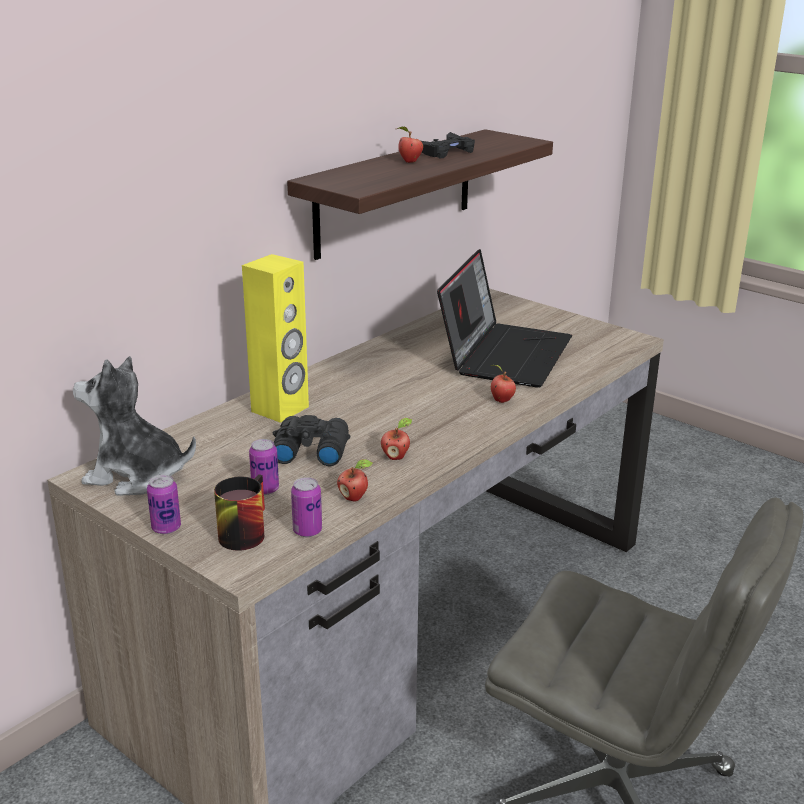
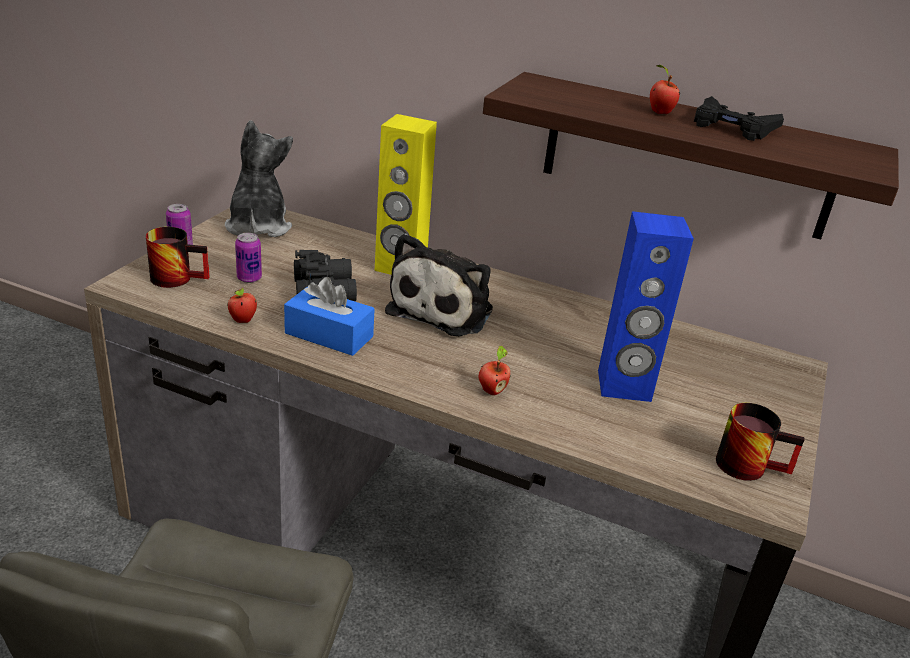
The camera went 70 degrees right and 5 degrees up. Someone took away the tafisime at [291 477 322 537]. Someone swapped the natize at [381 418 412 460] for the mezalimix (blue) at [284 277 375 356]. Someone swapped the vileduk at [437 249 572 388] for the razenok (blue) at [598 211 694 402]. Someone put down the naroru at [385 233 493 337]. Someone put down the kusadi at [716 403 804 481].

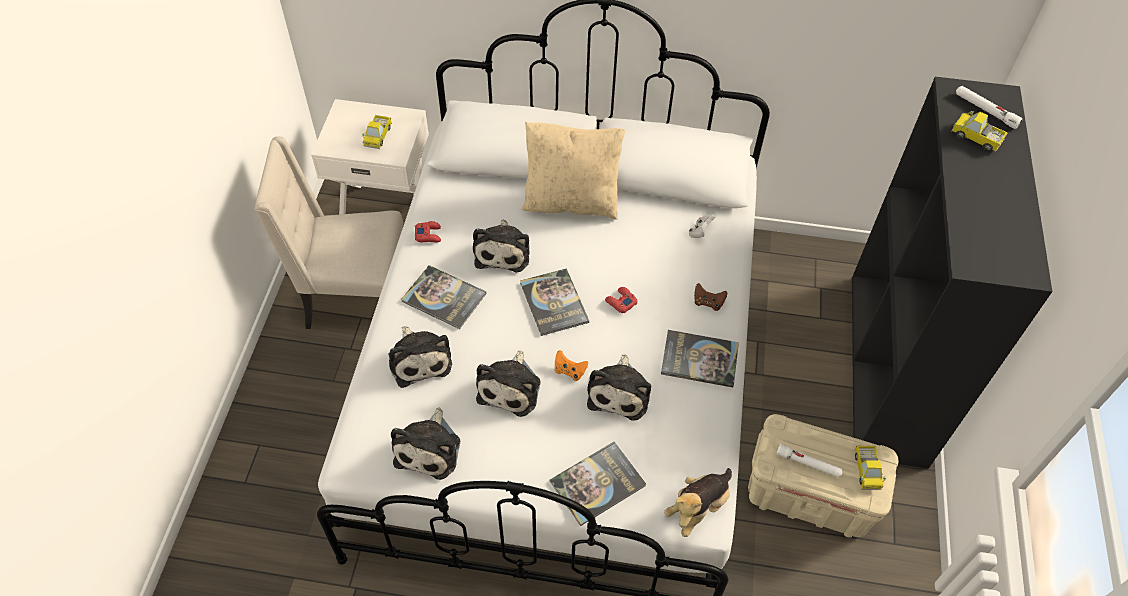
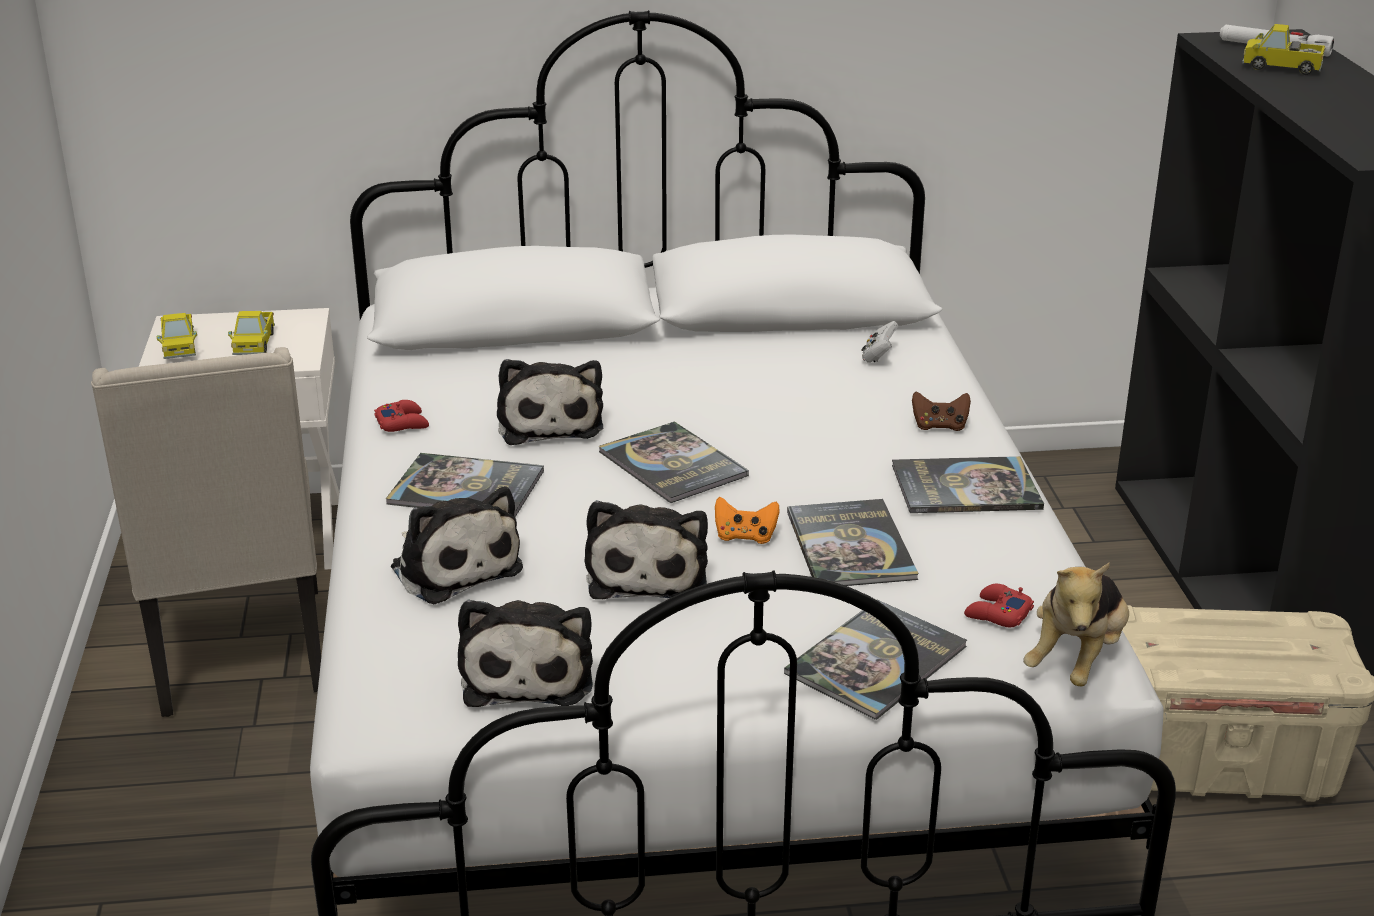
The camera went 15 degrees left and 25 degrees down. Someone rotated the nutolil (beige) at [255 136 403 329] by 90 degrees counterclockwise. Someone took away the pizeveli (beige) at [522 122 625 219]. Someone swapped the naroru at [587 354 651 421] for the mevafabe at [787 499 919 586]. Someone carried the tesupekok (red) from [605 287 637 313] to [964 584 1034 628]. Someone took away the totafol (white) at [776 444 843 477]. Someone carried the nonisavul from [854 446 886 490] to [157 313 197 359].

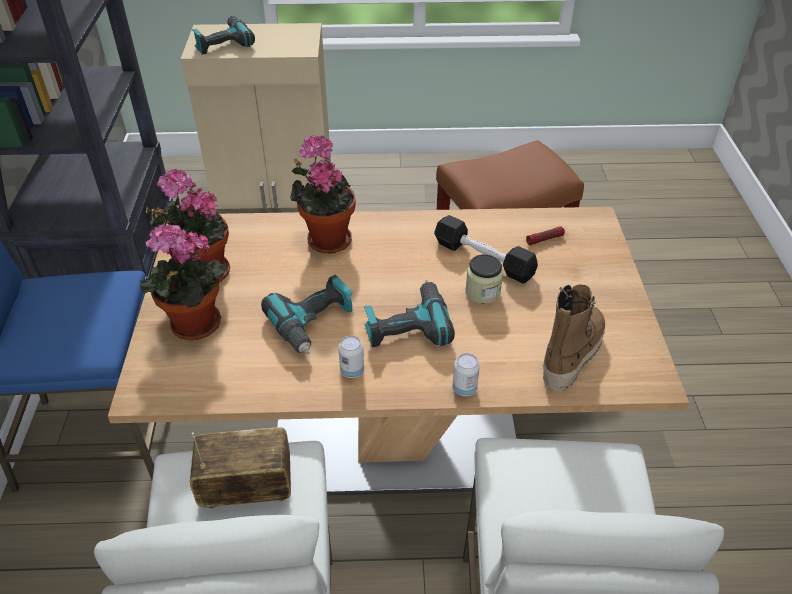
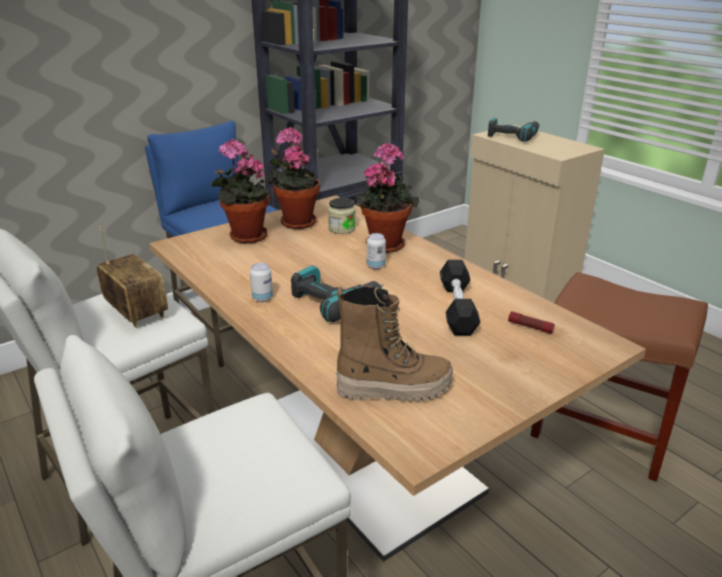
The camera went 55 degrees right and 15 degrees down. Someone took away the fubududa at [261 275 354 354]. Someone carried the tafisime from [453 353 480 396] to [367 233 386 269]. Someone carried the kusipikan from [465 254 503 304] to [328 198 356 234].

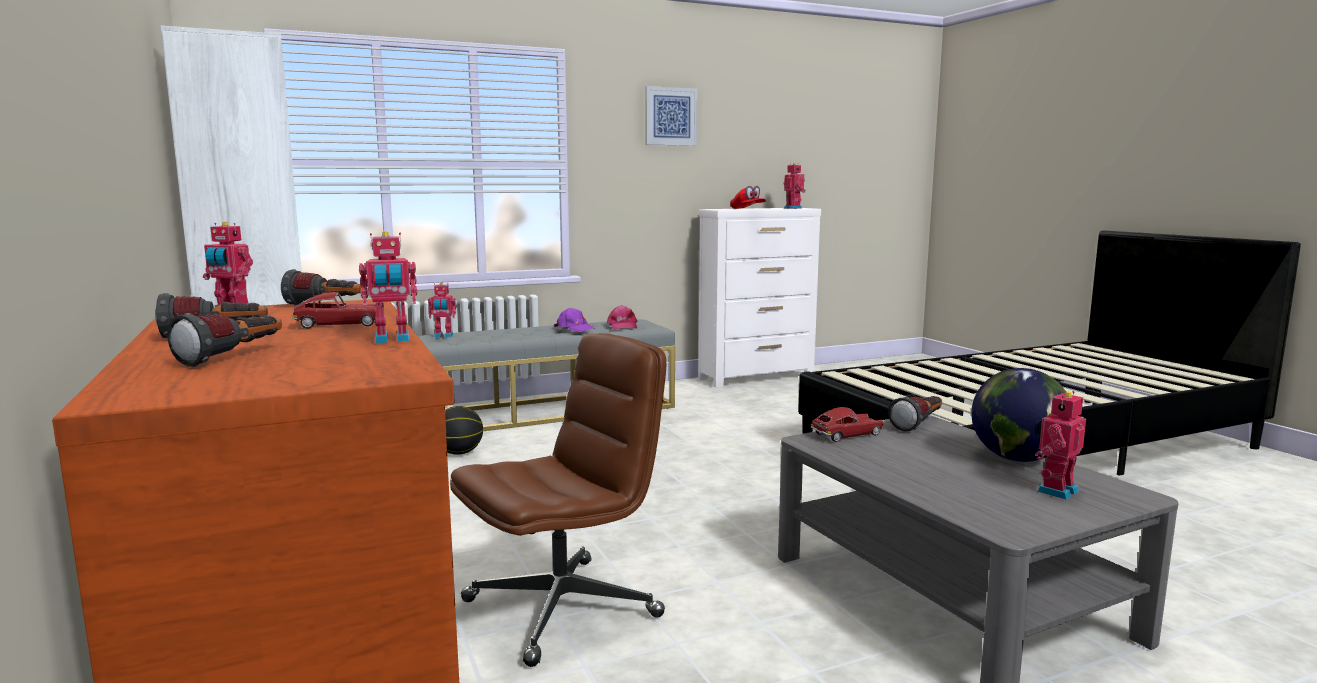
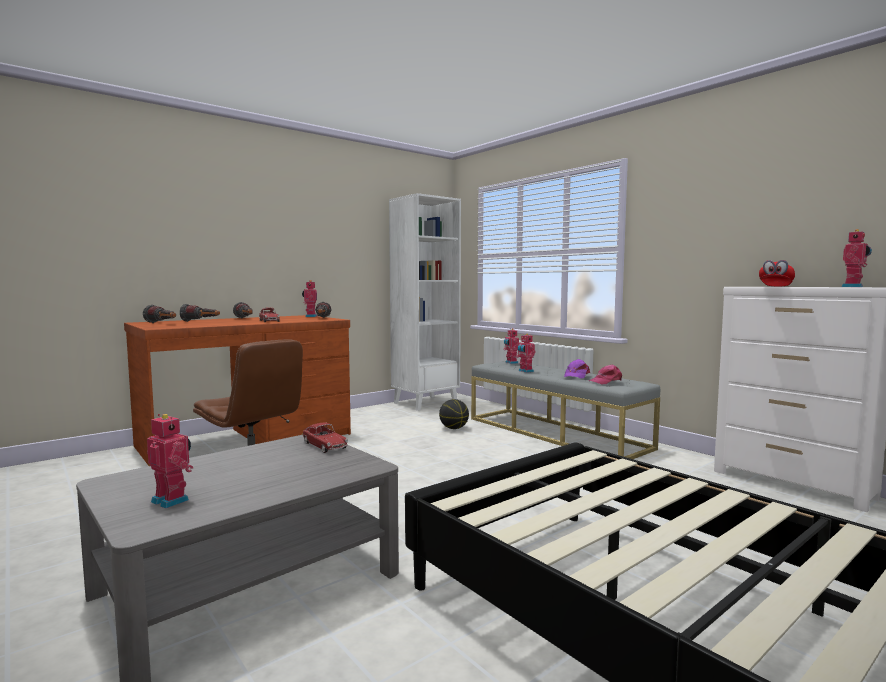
The camera went 75 degrees right and 5 degrees down. Someone carried the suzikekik from [359 231 417 343] to [516 334 536 373]. Someone took away the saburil at [645 86 698 146]. Someone carried the totafol from [888 396 942 432] to [143 305 176 323]. Someone took away the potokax at [971 368 1066 462].

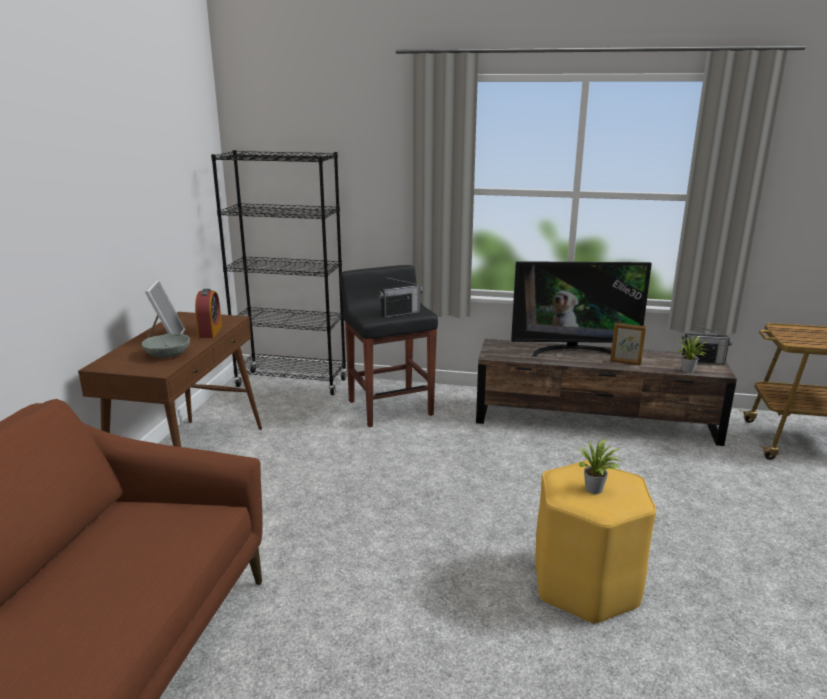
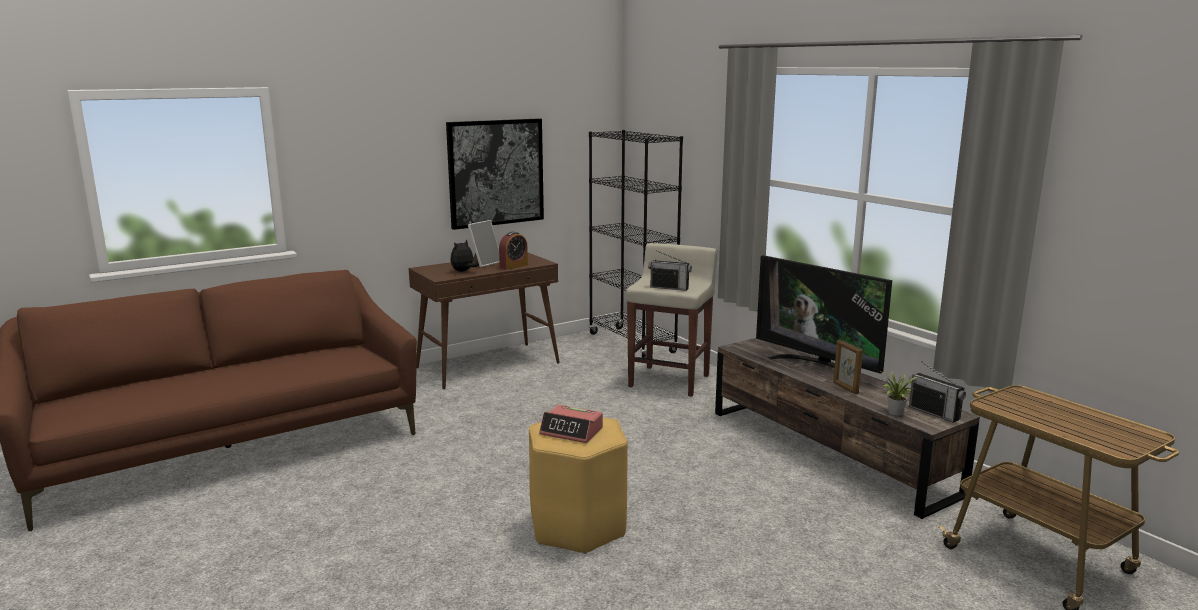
The camera went 45 degrees right and 5 degrees down. Someone swapped the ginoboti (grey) at [142 333 190 358] for the naroru at [450 239 479 272]. Someone repainted the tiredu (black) at [340 265 438 427], which became the tiredu (beige) at [626 243 718 397]. Someone swapped the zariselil at [576 439 623 494] for the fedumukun at [539 405 603 443]. Someone put up the saburil at [446 118 544 230].

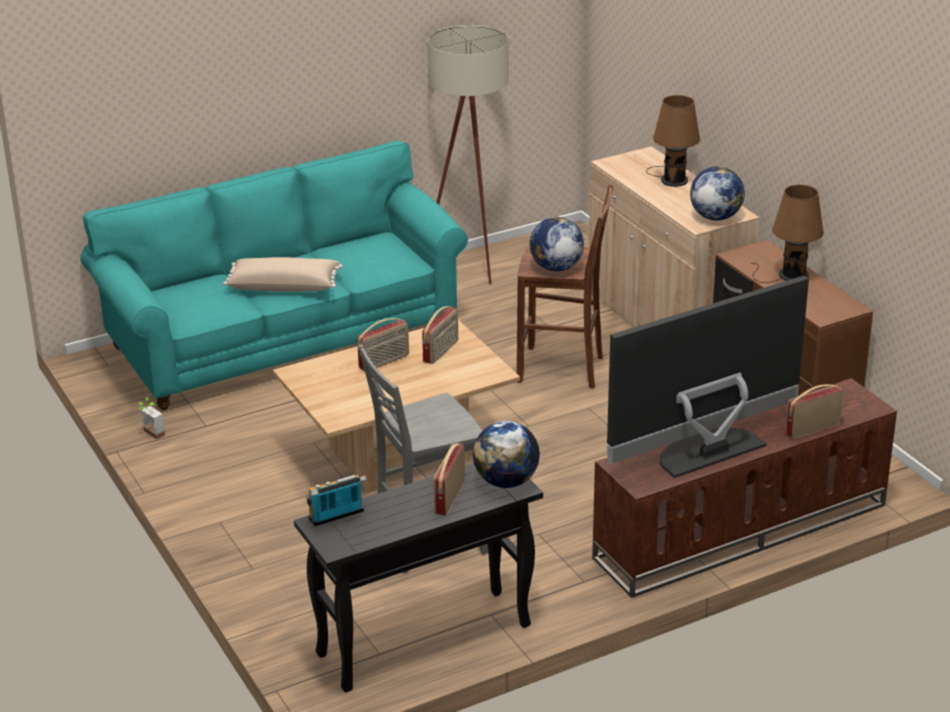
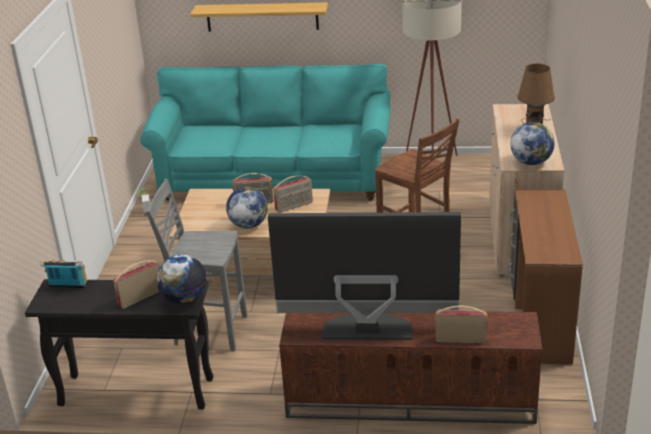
The camera went 35 degrees right and 0 degrees up. Someone took away the pizeveli (beige) at [223 257 342 292]. Someone carried the potokax from [530 217 584 271] to [226 187 268 229]. Someone took away the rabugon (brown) at [751 185 824 283]. Someone put up the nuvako at [190 2 328 32].

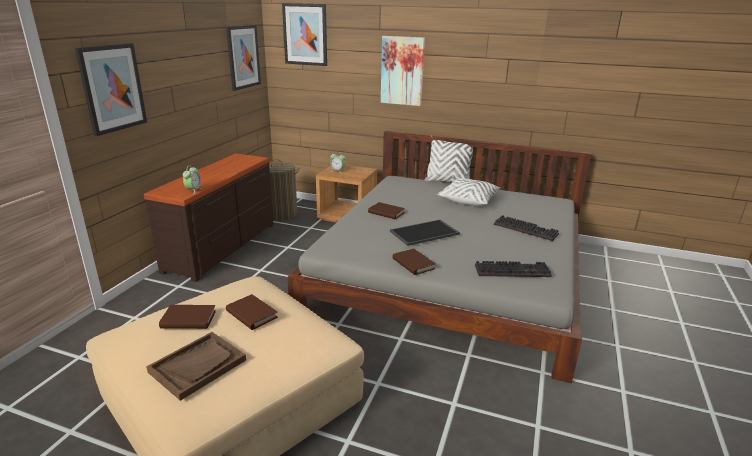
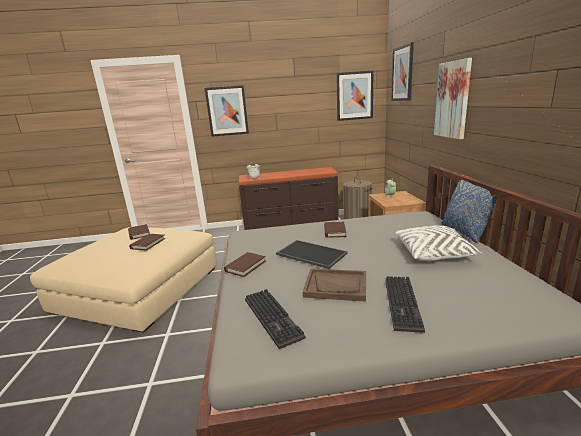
The camera went 65 degrees right and 5 degrees down. Someone carried the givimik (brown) from [146 332 246 401] to [303 269 366 302]. Someone repainted the pizeveli (white) at [424 136 473 182], which became the pizeveli (blue) at [441 175 497 243].

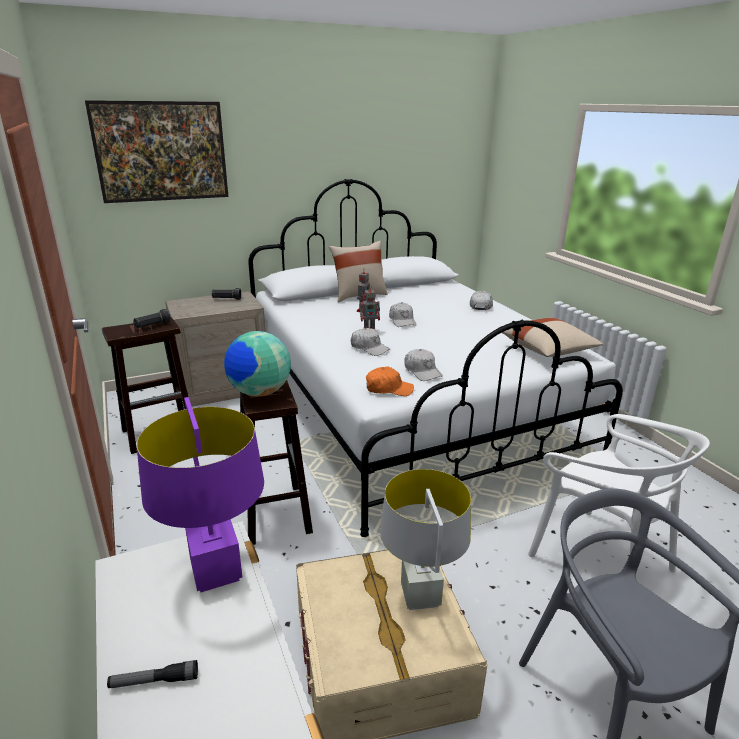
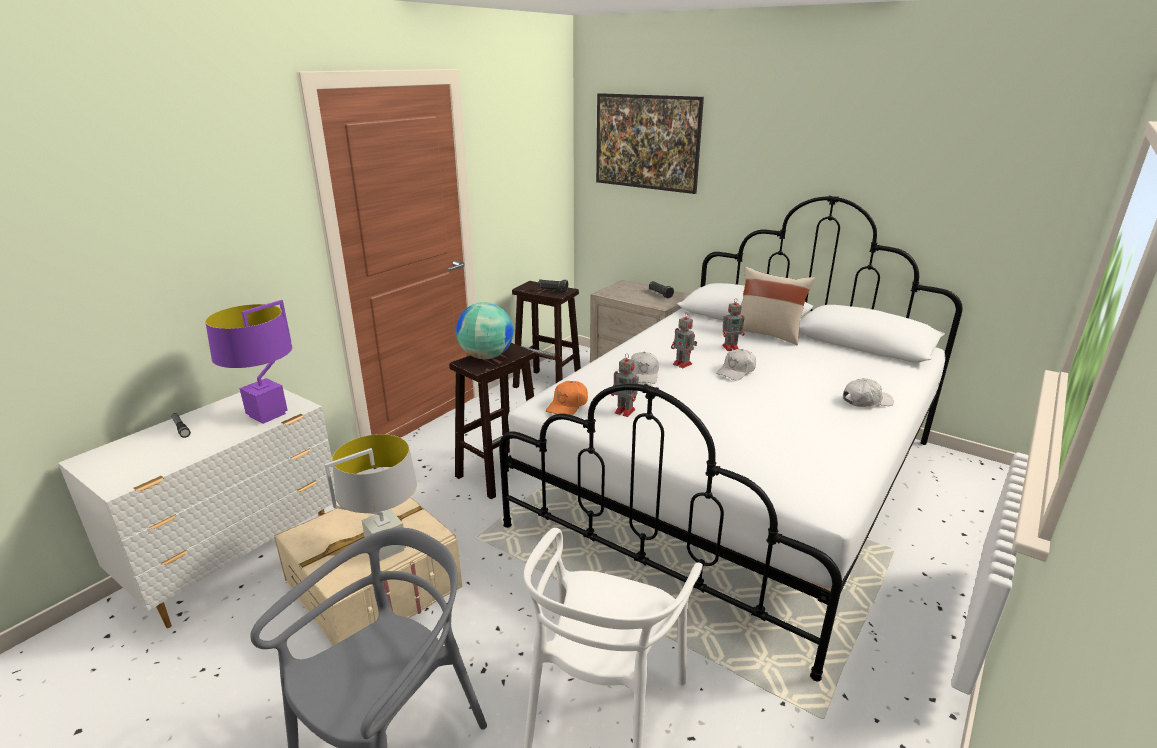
The camera went 60 degrees right and 0 degrees up. Someone rotated the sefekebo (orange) at [366 366 414 396] by 60 degrees clockwise. Someone swapped the sefekebo (white) at [404 349 443 381] for the suzikekik at [611 353 639 417]. Someone took away the pizeveli (beige) at [502 318 603 357].

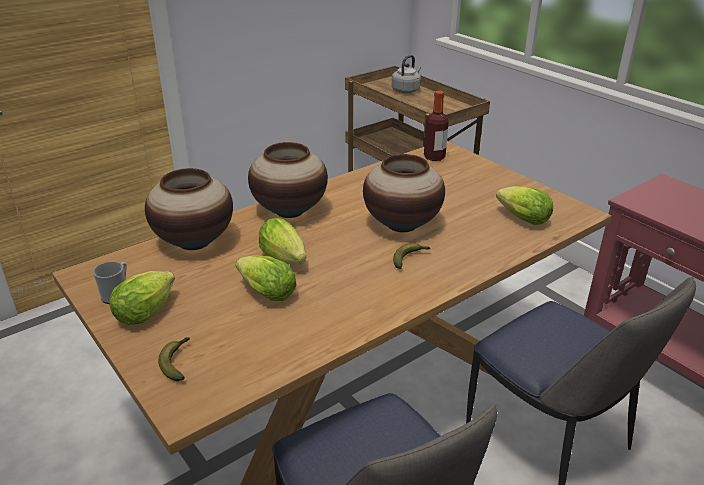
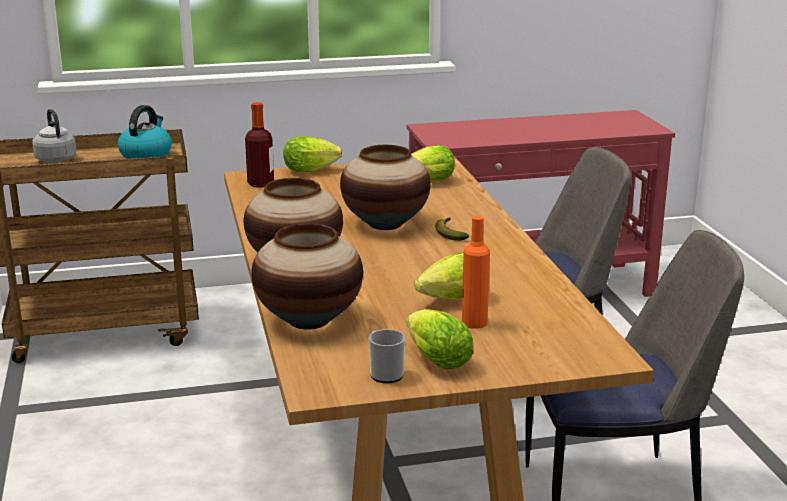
The camera went 65 degrees left and 10 degrees down. Someone took away the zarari at [158 337 190 381]. Someone carried the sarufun from [259 218 306 264] to [283 136 342 172]. Someone put down the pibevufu at [117 105 172 159]. Someone put down the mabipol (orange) at [462 216 490 329].

